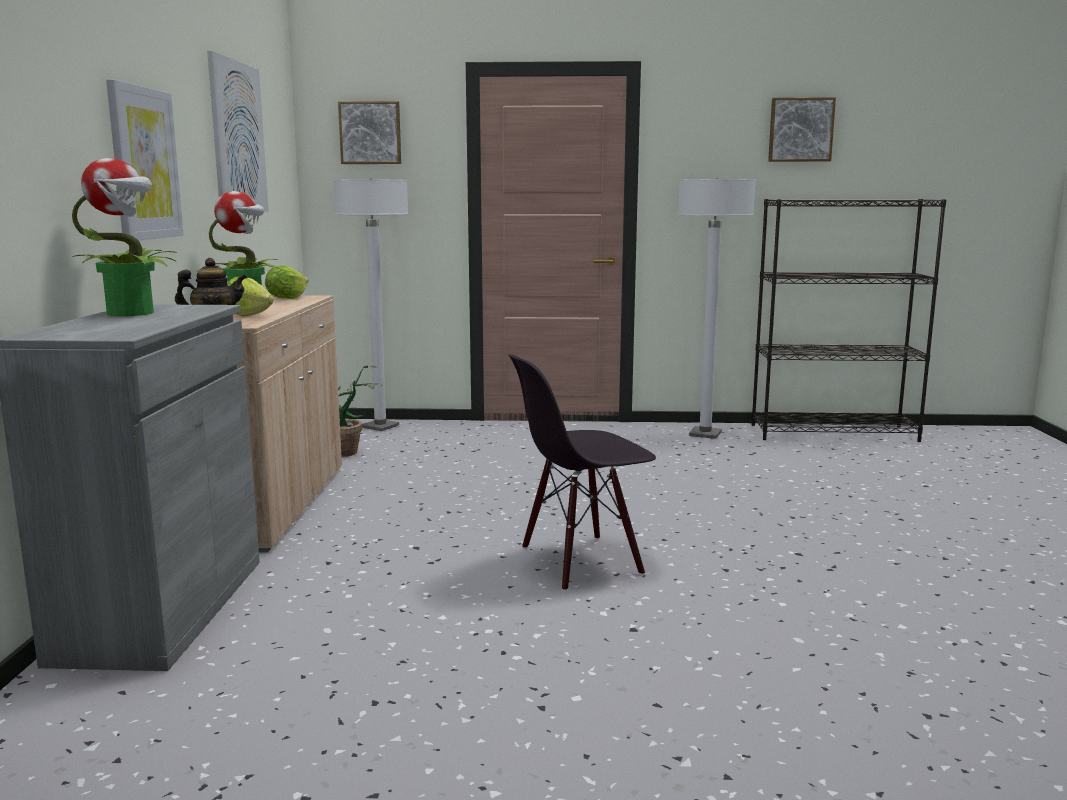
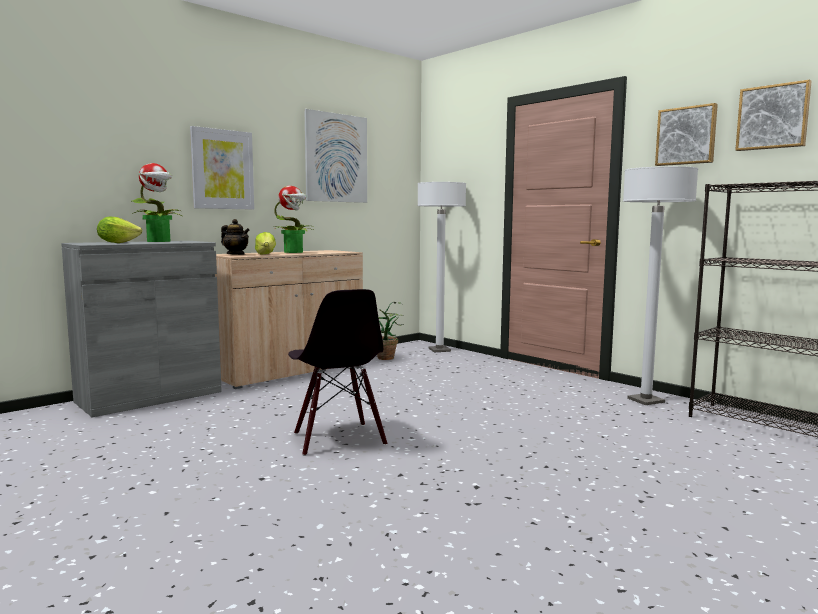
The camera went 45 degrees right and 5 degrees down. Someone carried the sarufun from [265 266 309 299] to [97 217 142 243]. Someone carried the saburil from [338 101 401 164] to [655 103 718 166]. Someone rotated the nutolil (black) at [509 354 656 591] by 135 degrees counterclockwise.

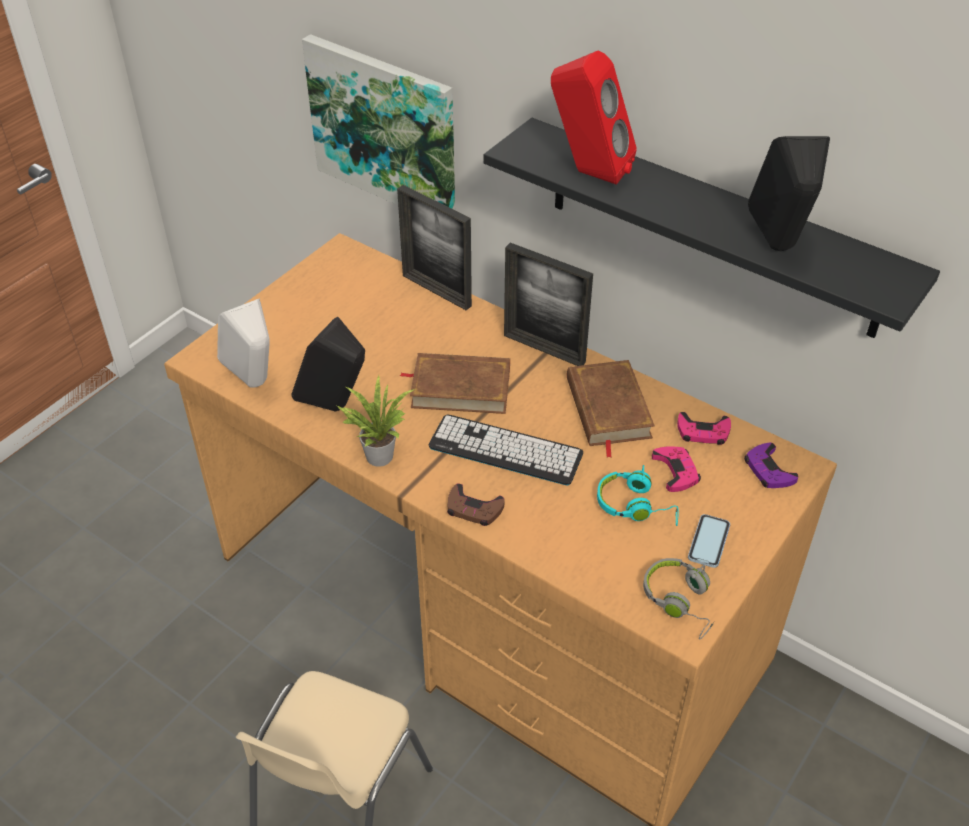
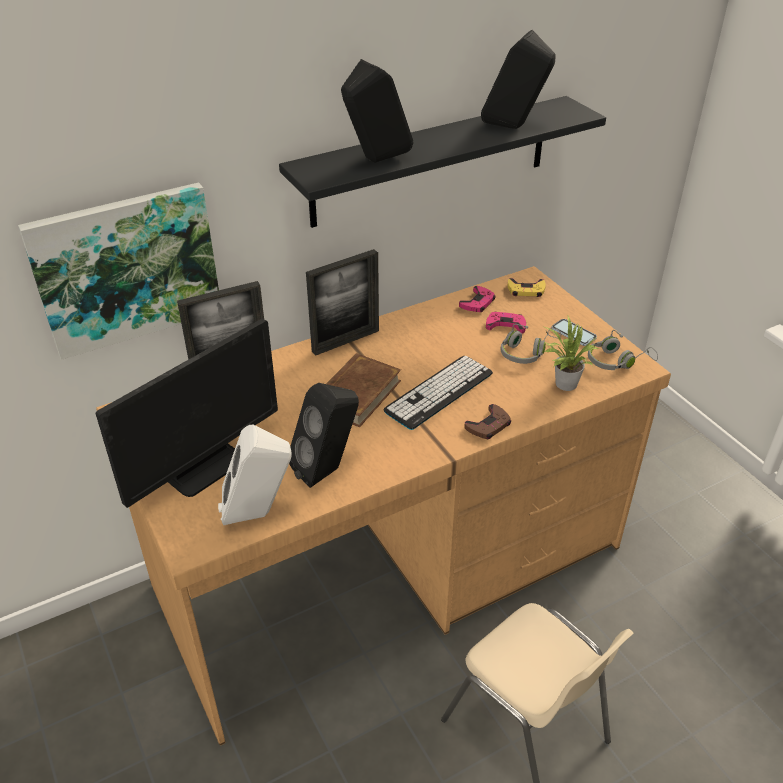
The camera went 65 degrees left and 5 degrees down. Someone carried the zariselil from [337 375 415 467] to [545 316 599 391]. Someone repainted the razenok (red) at [551 51 637 185], which became the razenok (black) at [341 59 413 163]. Someone took away the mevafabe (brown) at [567 360 655 458]. Someone repainted the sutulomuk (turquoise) at [597 465 678 526], which became the sutulomuk (grey) at [501 324 561 364]. Someone repainted the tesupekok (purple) at [744 443 798 488], which became the tesupekok (yellow) at [508 278 546 297]. Someone put down the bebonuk at [96 318 278 508].

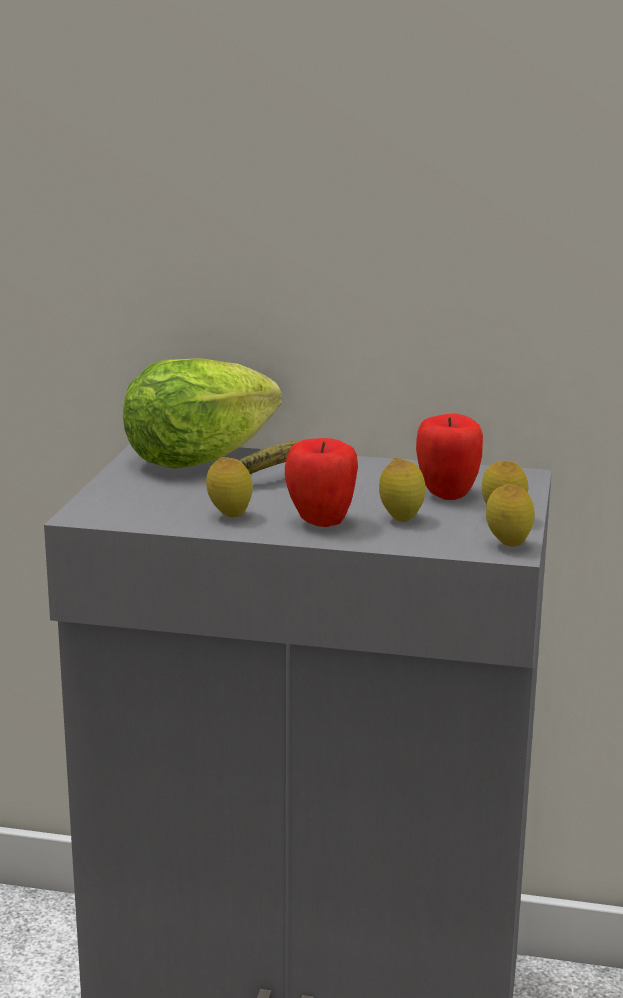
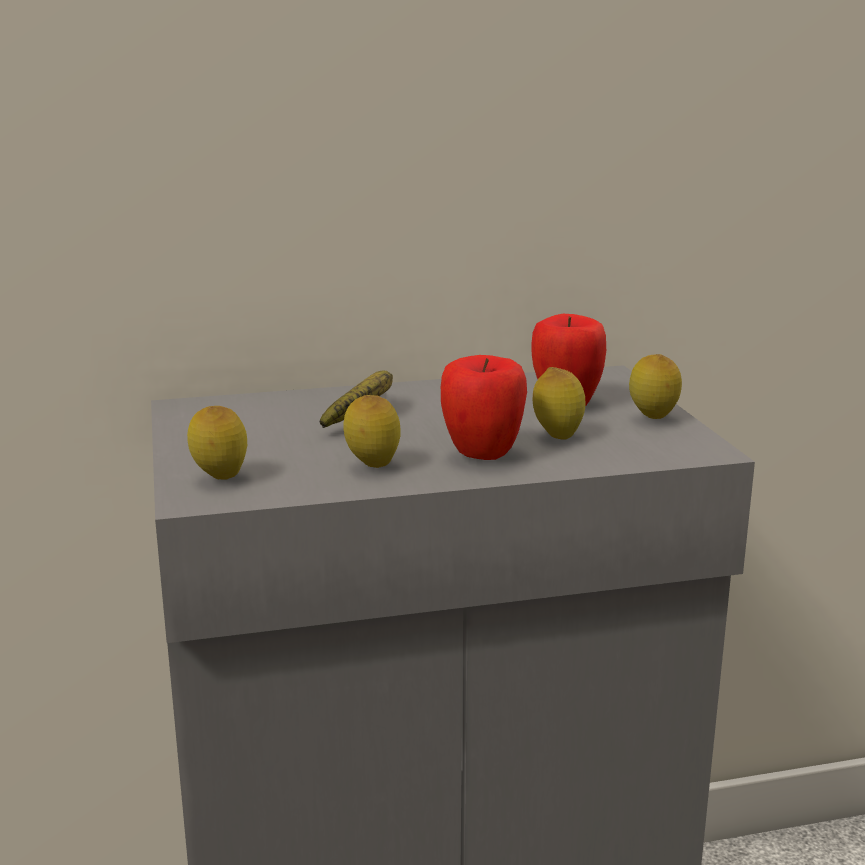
The camera went 25 degrees left and 0 degrees up. Someone took away the sarufun at [123 358 282 469]. Someone carried the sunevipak from [486 485 535 547] to [187 406 247 480].

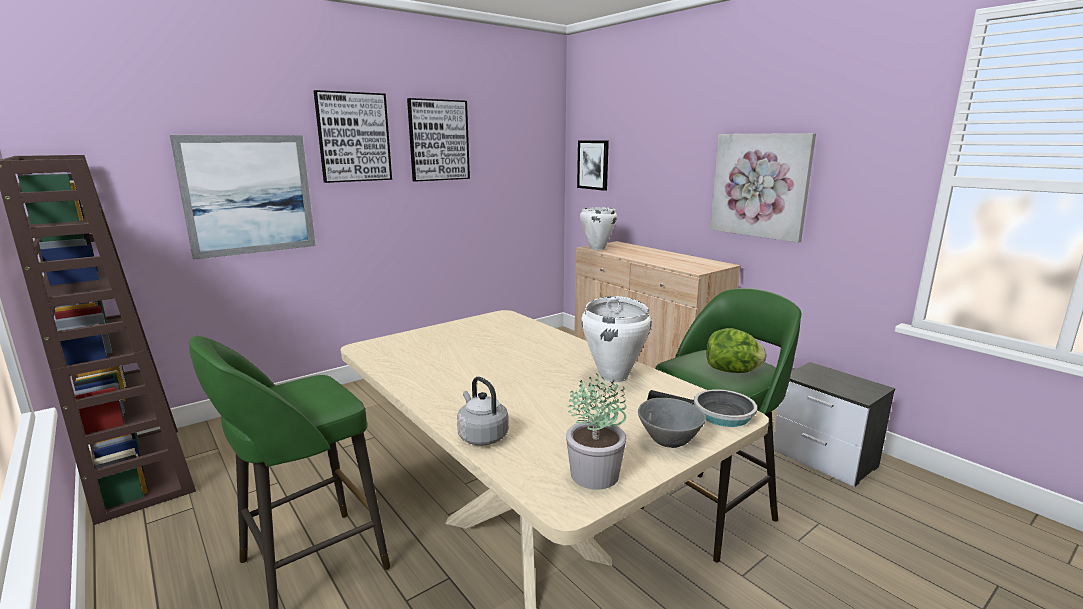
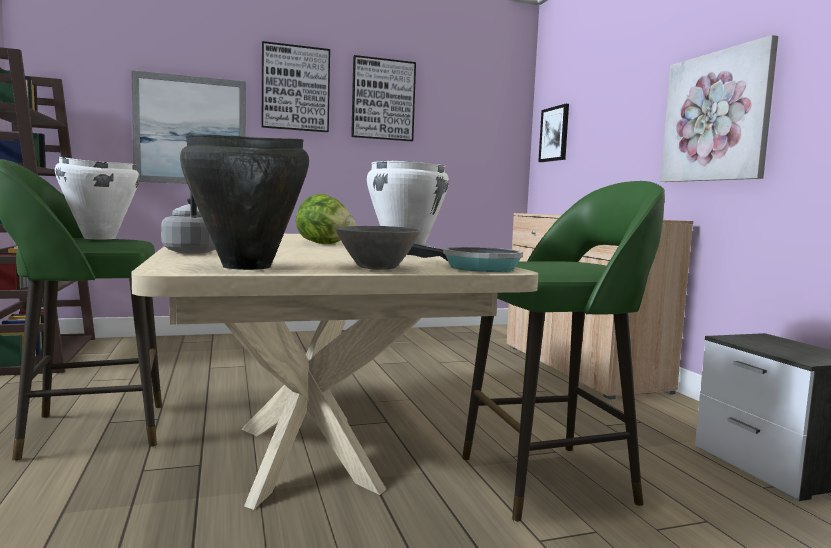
The camera went 20 degrees right and 10 degrees down. Someone swapped the zariselil at [566 373 627 490] for the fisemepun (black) at [180 134 309 270]. Someone carried the fisemepun (white) from [580 207 617 250] to [55 157 140 239]. Someone carried the sarufun from [706 328 766 373] to [296 194 356 244].

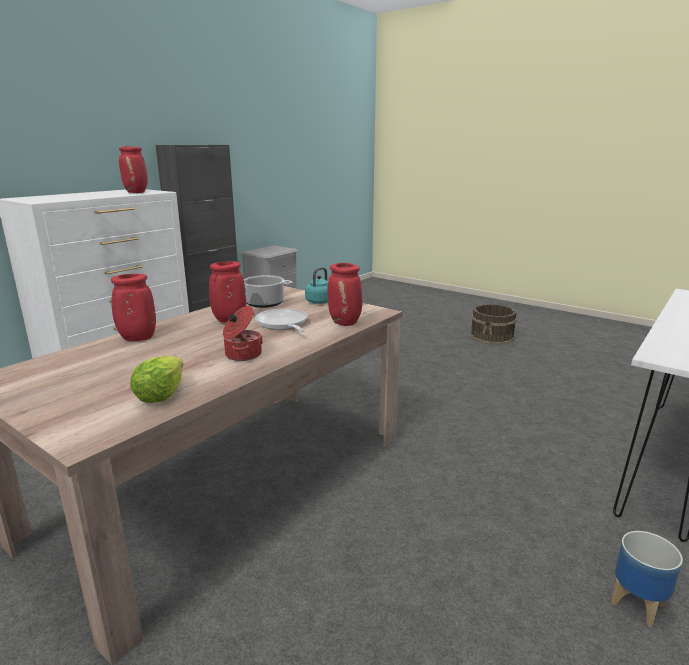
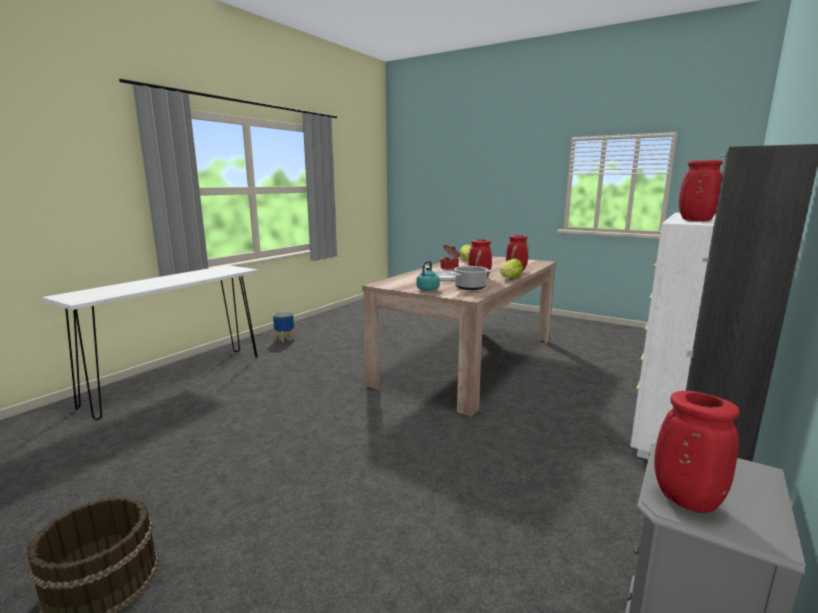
The camera went 175 degrees right and 5 degrees down. Someone carried the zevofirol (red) from [327 263 362 326] to [654 391 740 513]. Someone put down the sarufun at [500 258 523 278].

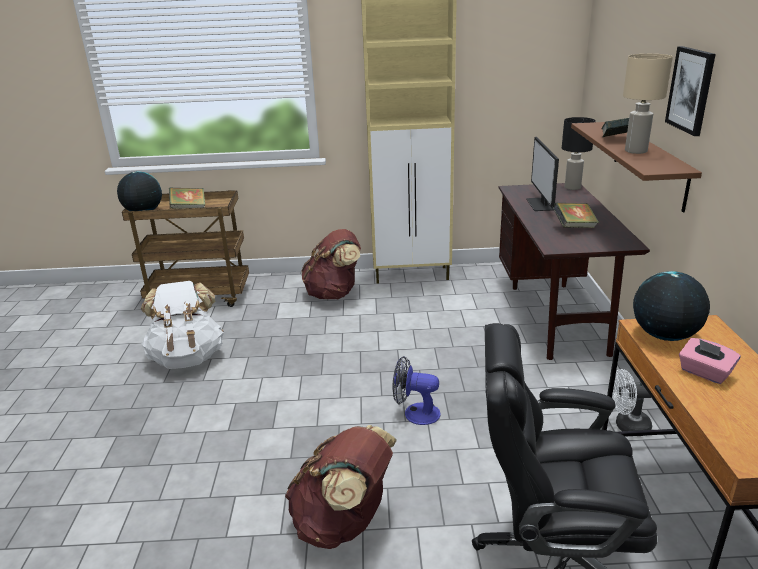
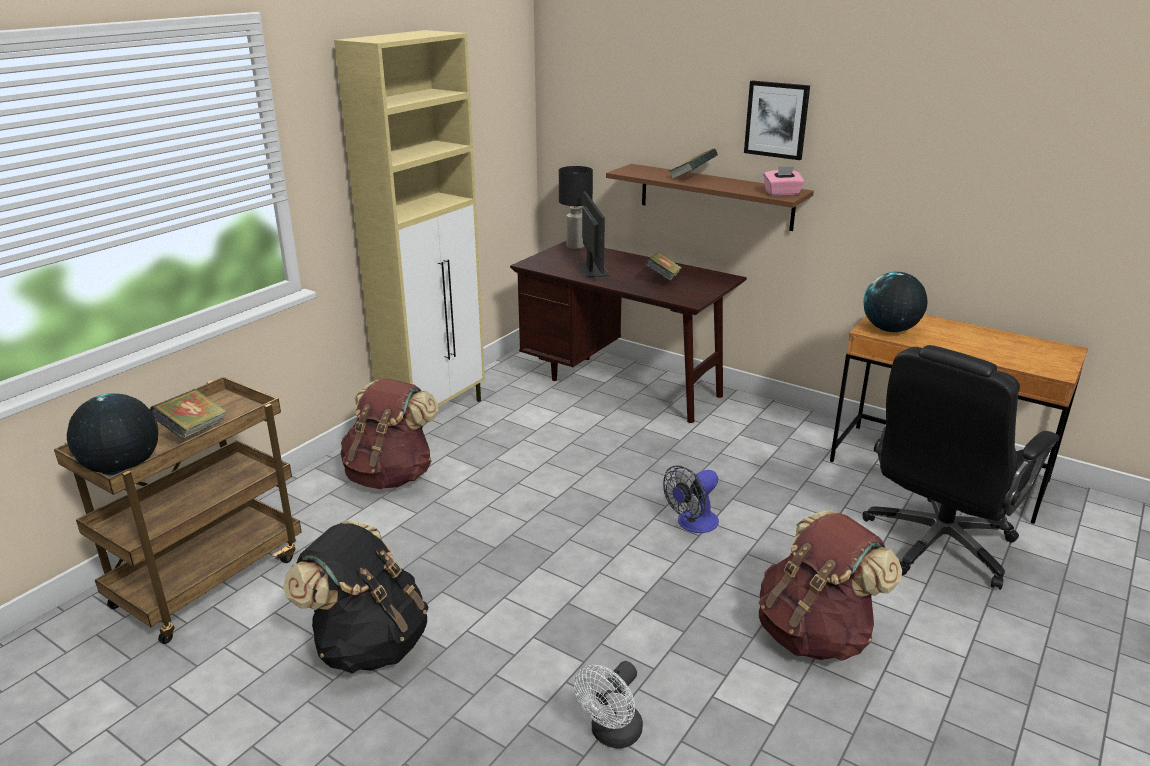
The camera went 55 degrees left and 0 degrees up. Someone repainted the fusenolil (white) at [141 281 224 369], which became the fusenolil (black) at [283 520 429 673]. Someone rotated the bebonuk at [526 137 559 211] by 135 degrees counterclockwise. Someone carried the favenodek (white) from [612 369 652 431] to [574 661 643 749]. Someone took away the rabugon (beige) at [623 54 673 154]. Someone carried the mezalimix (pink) from [679 338 741 384] to [763 166 804 196].

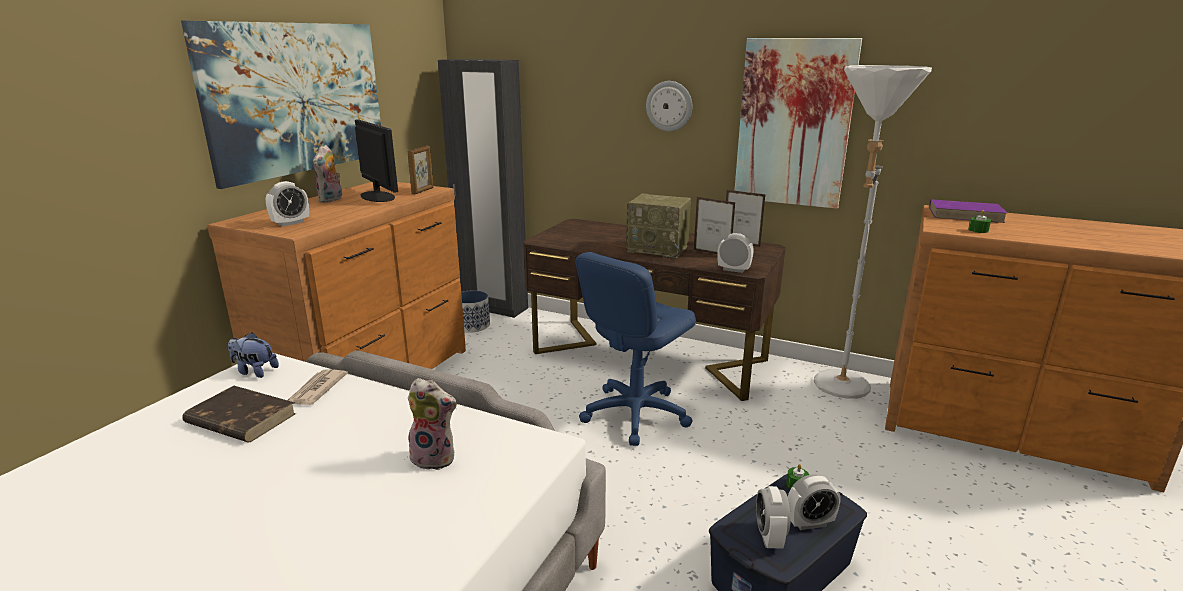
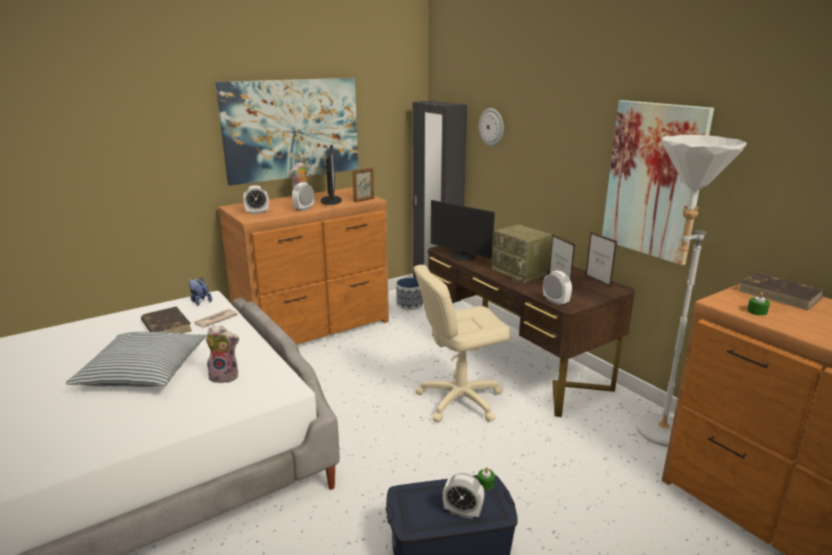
The camera went 30 degrees right and 0 degrees up. Someone rotated the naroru at [408 378 457 470] by 45 degrees counterclockwise. Someone repainted the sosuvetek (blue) at [575 252 696 446], which became the sosuvetek (beige) at [414 265 511 422]. Someone carried the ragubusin from [646 81 692 131] to [479 108 504 146]. Someone carried the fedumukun from [756 486 791 549] to [292 182 314 211]. Someone repainted the mevafabe (purple) at [929 199 1007 223], which became the mevafabe (brown) at [738 273 824 310]. Someone put down the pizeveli at [66 332 206 387]. Someone put down the bebonuk at [431 200 495 261].

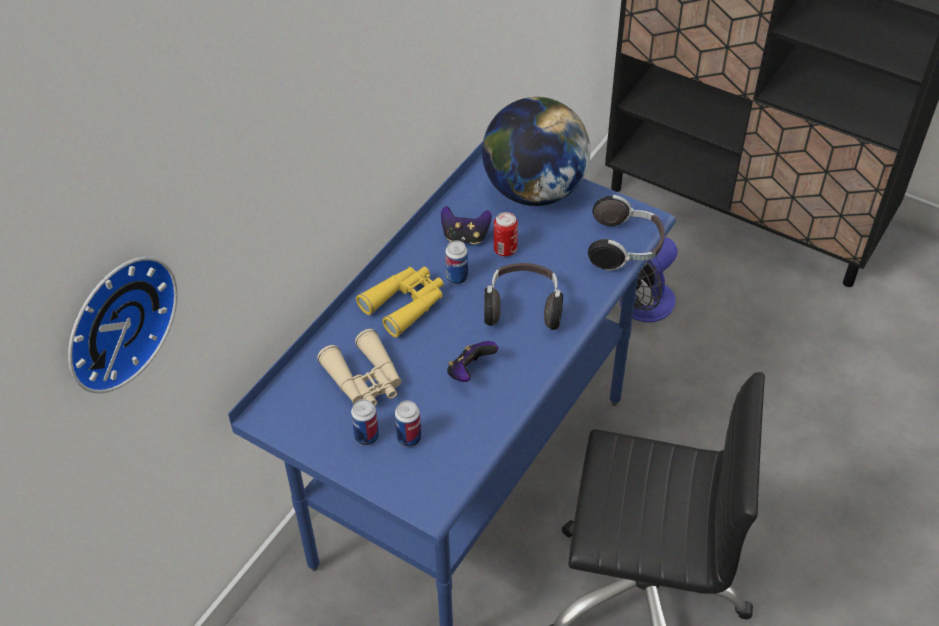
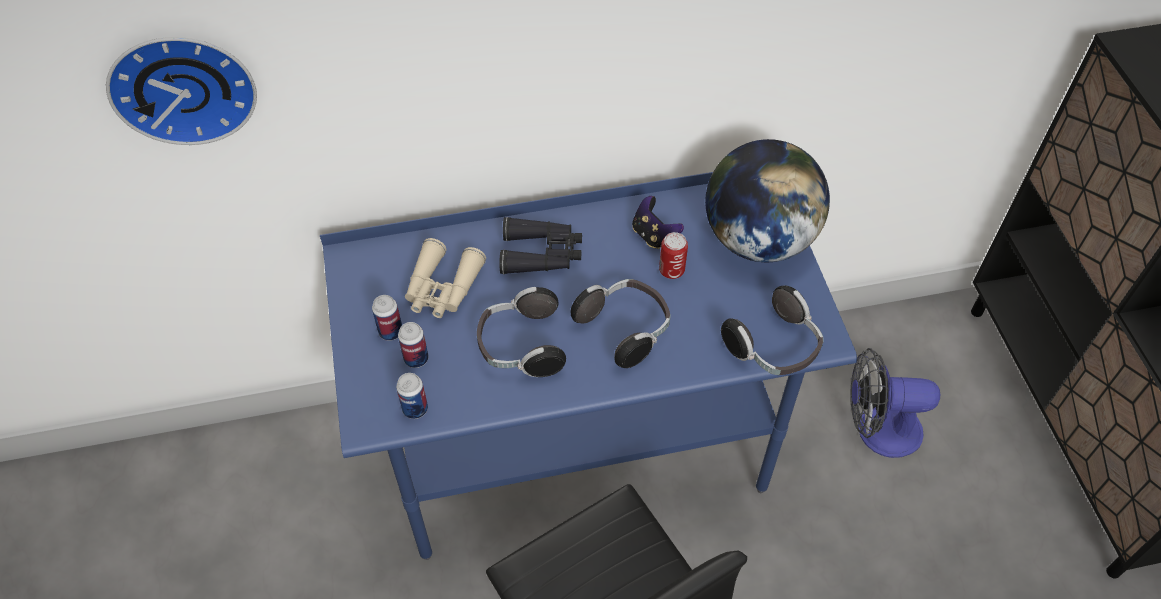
The camera went 45 degrees right and 5 degrees up. Someone repainted the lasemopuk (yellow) at [356 267 444 338], which became the lasemopuk (black) at [500 217 582 274]. Someone carried the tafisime from [445 240 468 284] to [396 373 428 419]. Someone swapped the tesupekok at [447 341 498 382] for the sutulomuk at [477 287 566 377].

